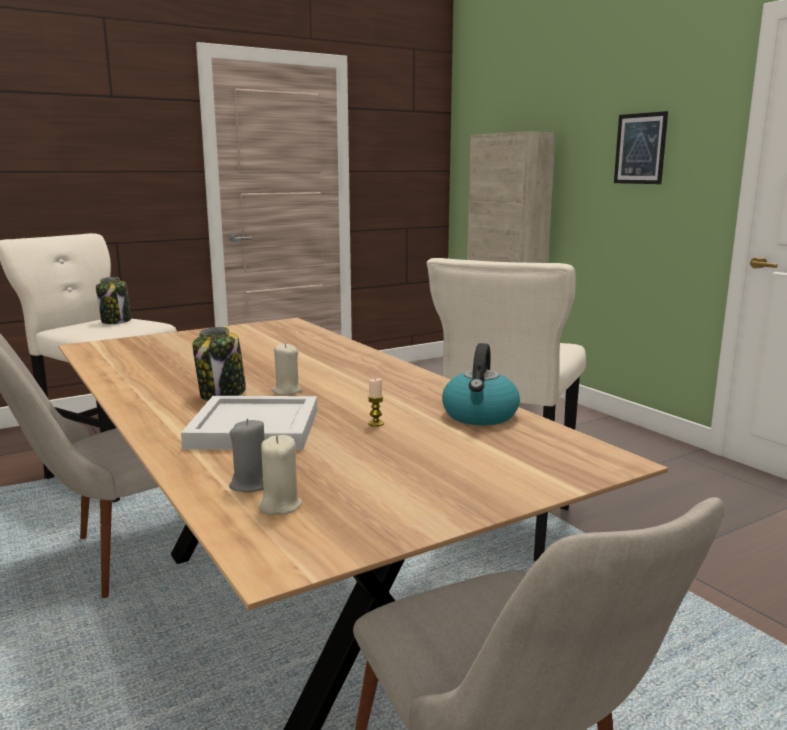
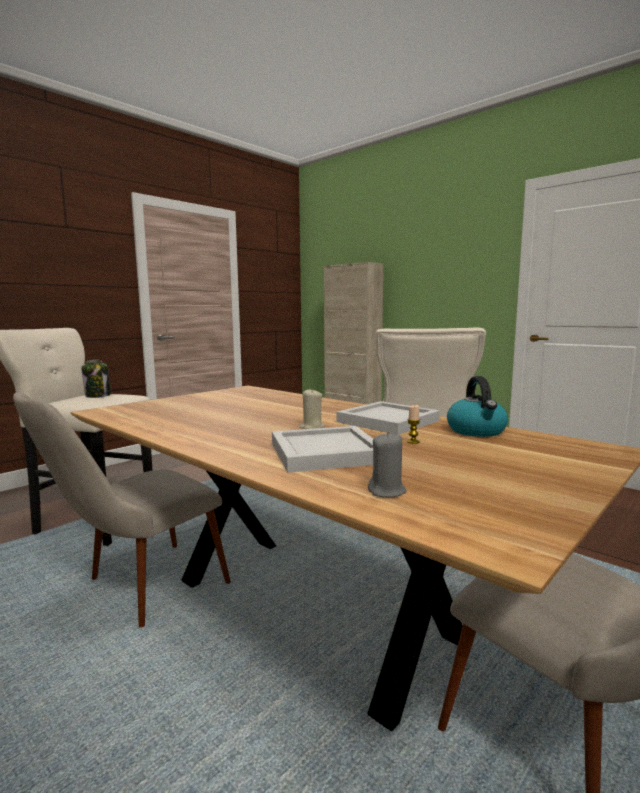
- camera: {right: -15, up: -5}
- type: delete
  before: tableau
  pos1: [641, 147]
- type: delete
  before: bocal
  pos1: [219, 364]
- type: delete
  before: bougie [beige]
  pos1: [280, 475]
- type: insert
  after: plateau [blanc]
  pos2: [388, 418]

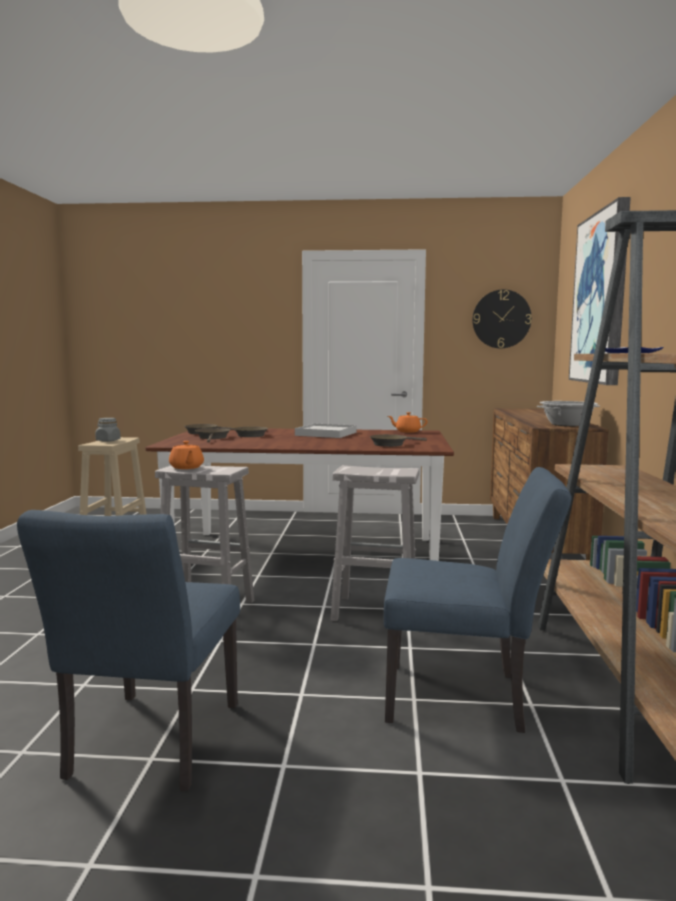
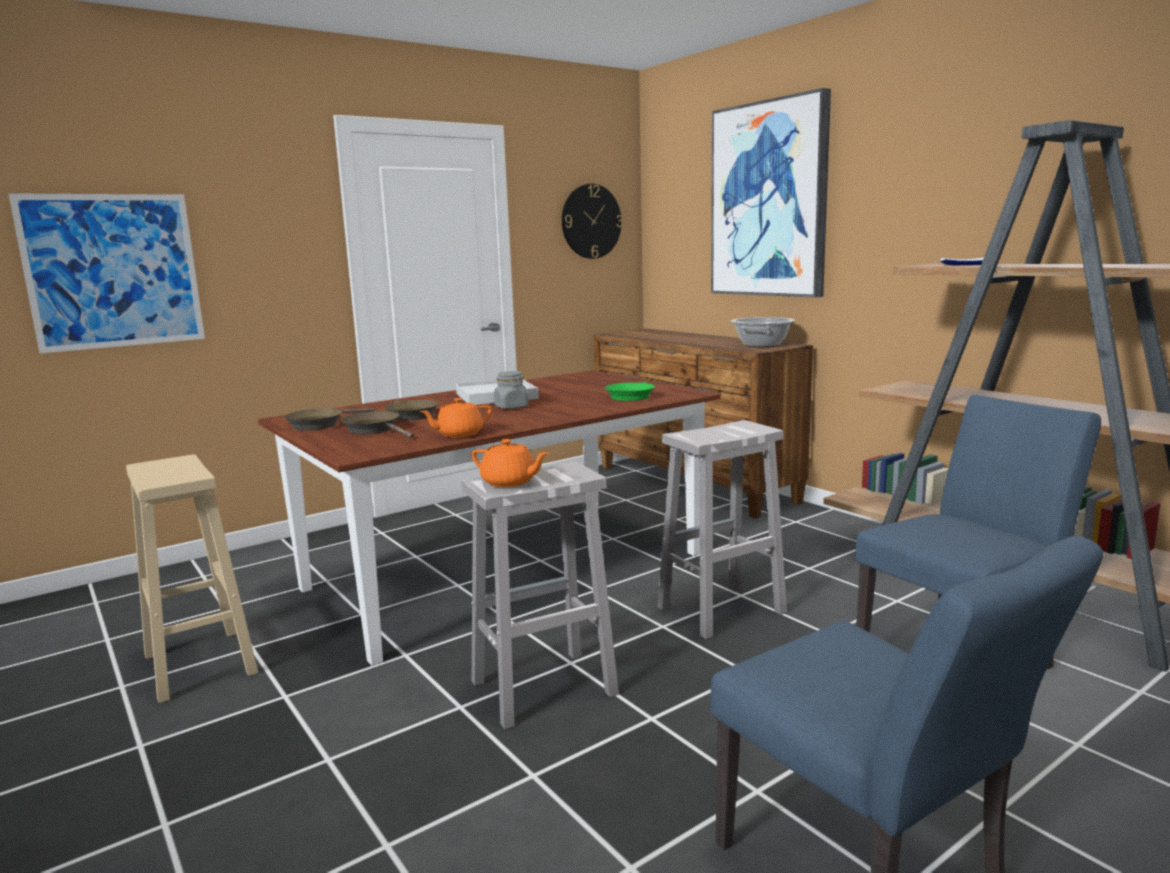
- camera: {right: -40, up: 5}
- type: move
  before: théière [orange]
  pos1: [407, 422]
  pos2: [456, 418]
- type: move
  before: bocal [gris]
  pos1: [108, 430]
  pos2: [511, 390]
- type: recolor
  before: poêle [marron]
  after: poêle [vert]
  pos1: [398, 440]
  pos2: [630, 391]
- type: insert
  after: tableau
  pos2: [107, 273]

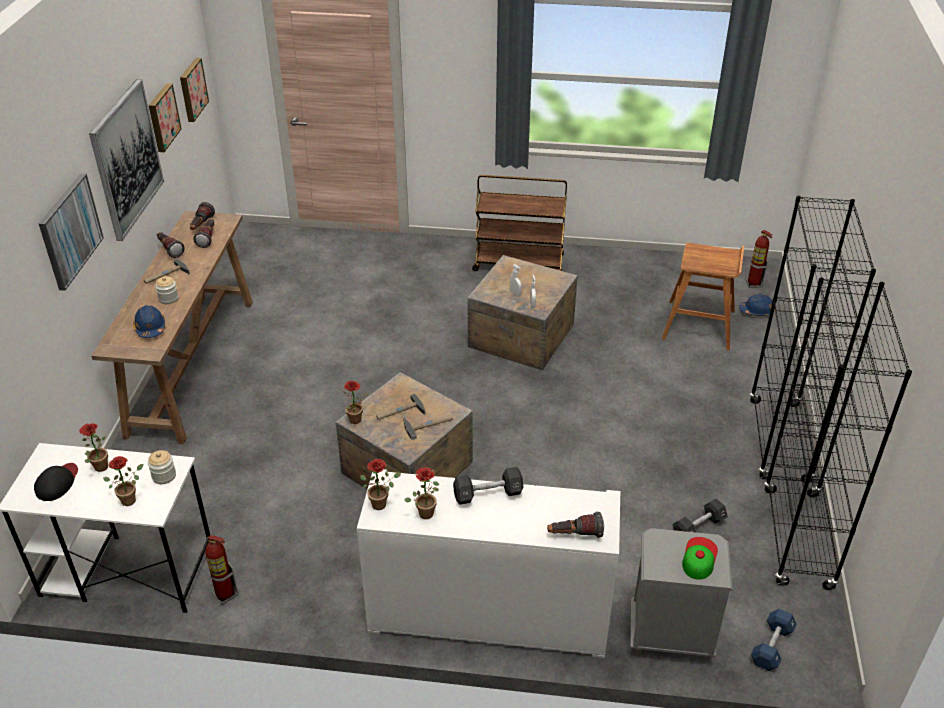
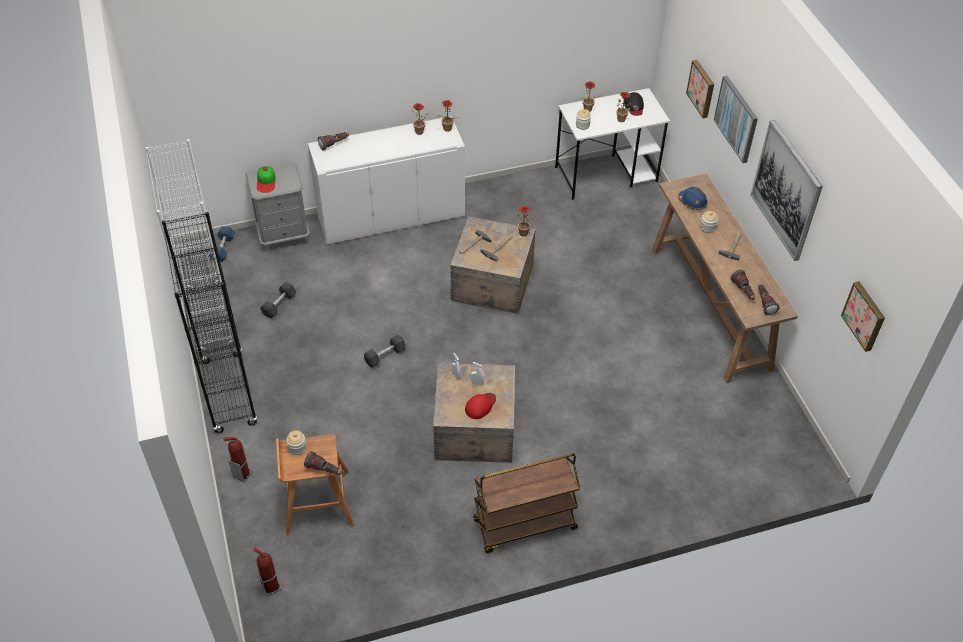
- camera: {right: 155, up: 10}
- type: move
  before: tableau
  pos1: [165, 117]
  pos2: [700, 89]
- type: move
  before: lampe de poche
  pos1: [171, 245]
  pos2: [323, 463]
- type: recolor
  before: bibliothèque [noir]
  after: bibliothèque [blanc]
  pos1: [838, 433]
  pos2: [190, 246]
- type: delete
  before: casque de chantier [bleu]
  pos1: [757, 305]
- type: move
  before: haltère [noir]
  pos1: [488, 486]
  pos2: [385, 351]
- type: move
  before: extincteur
  pos1: [222, 570]
  pos2: [237, 459]
- type: insert
  after: casquette [rouge]
  pos2: [480, 406]
- type: insert
  after: bocal
  pos2: [296, 442]

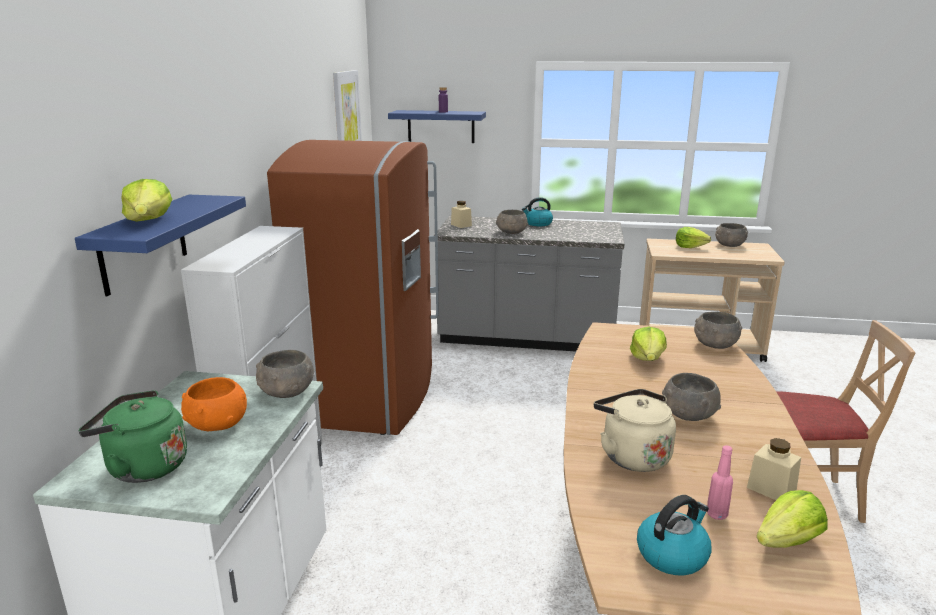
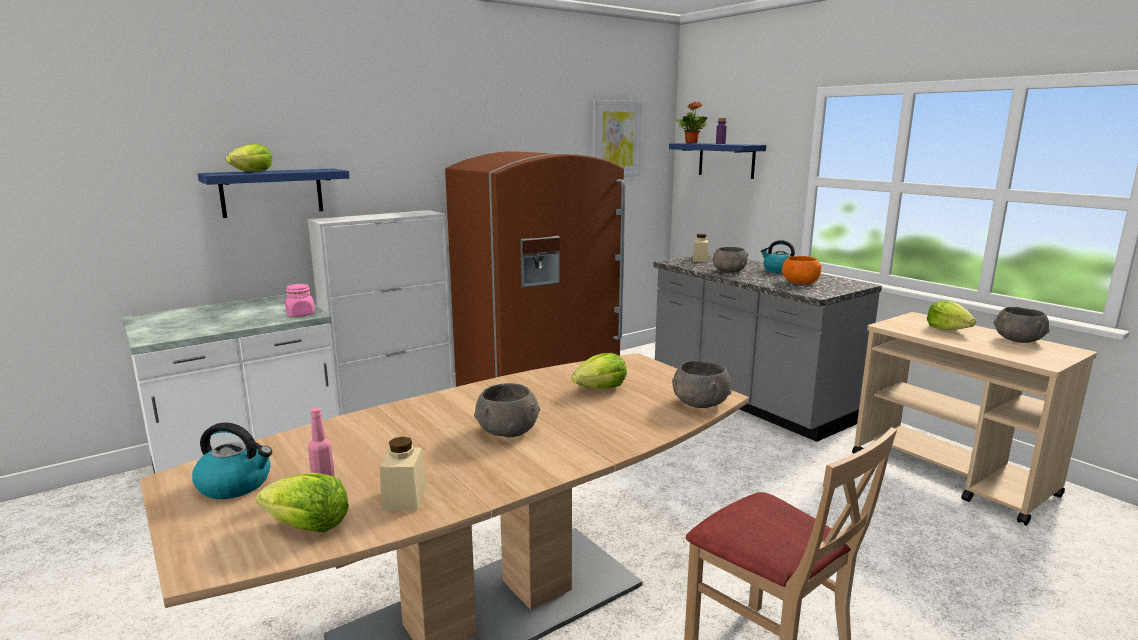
- camera: {right: 45, up: -5}
- type: replace
  before: bol [gris]
  after: bocal [rose]
  pos1: [285, 374]
  pos2: [300, 300]
- type: move
  before: bol [orange]
  pos1: [214, 404]
  pos2: [802, 270]
- type: delete
  before: bouilloire [beige]
  pos1: [635, 430]
- type: delete
  before: bouilloire [vert]
  pos1: [133, 436]
- type: insert
  after: plante en pot
  pos2: [691, 122]

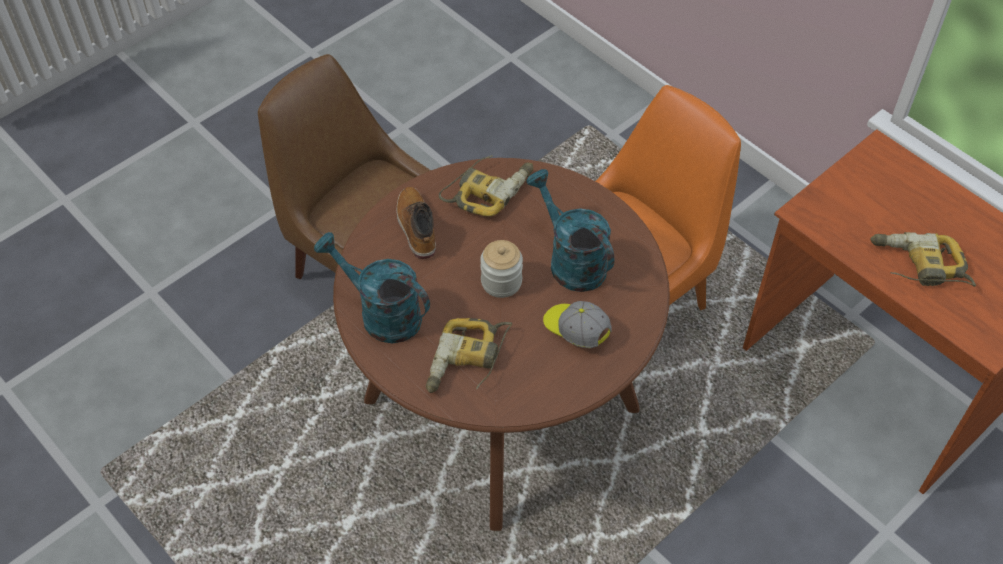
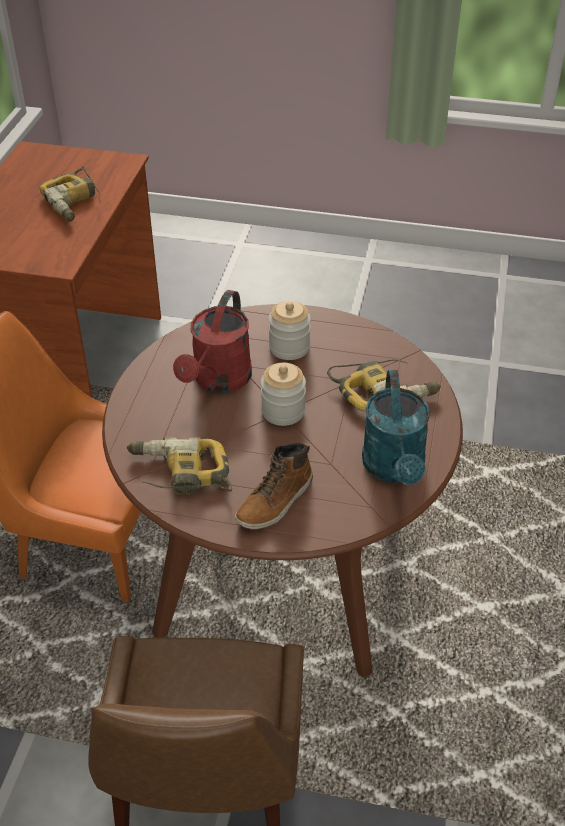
- camera: {right: -125, up: -10}
- type: recolor
  before: arrosoir [turquoise]
  after: arrosoir [rouge]
  pos1: [570, 230]
  pos2: [212, 341]
- type: replace
  before: casquette
  after: bocal
  pos1: [577, 324]
  pos2: [289, 330]

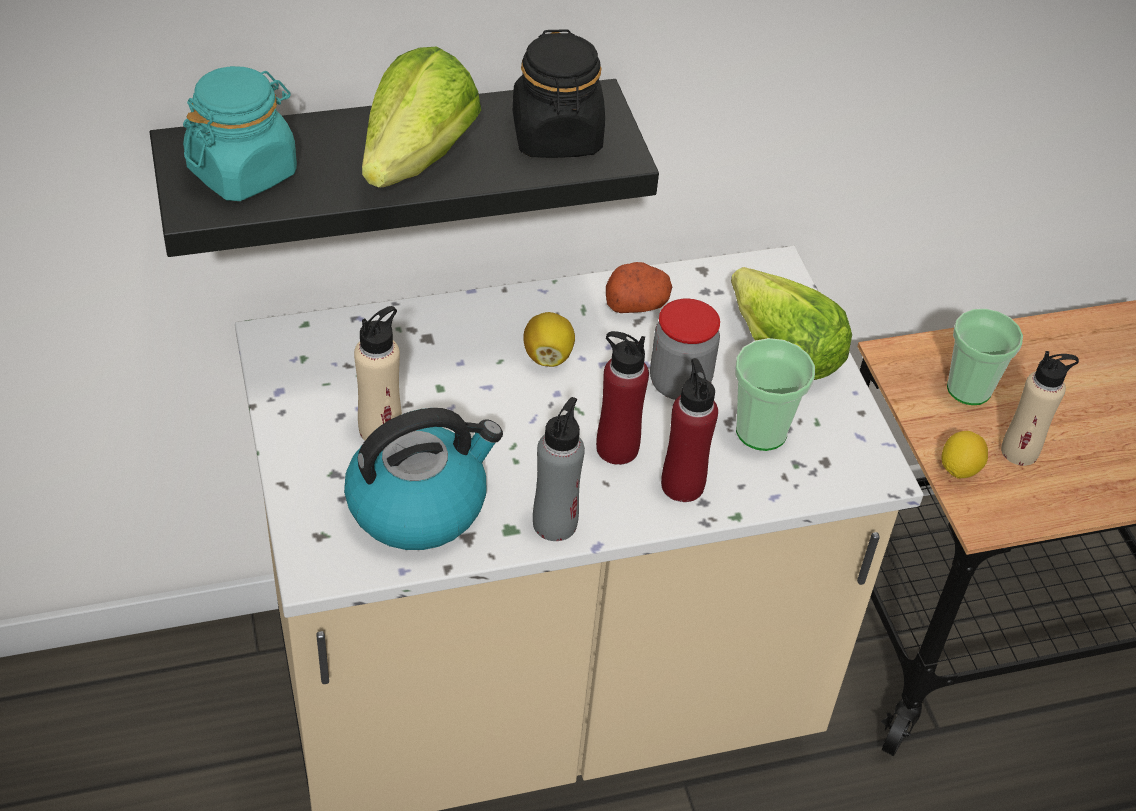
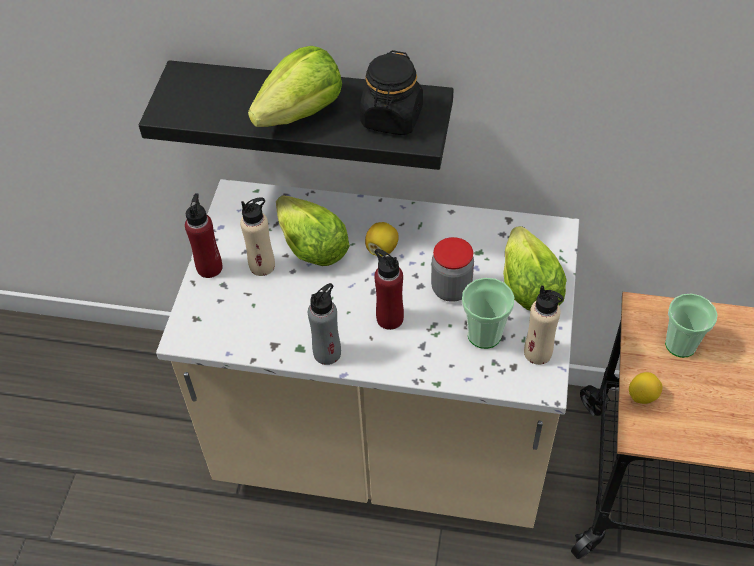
- camera: {right: 30, up: 5}
- type: delete
  before: bocal [turquoise]
  pos1: [240, 133]
- type: delete
  before: pomme de terre
  pos1: [639, 287]
- type: move
  before: bouteille [beige]
  pos1: [1040, 408]
  pos2: [544, 325]
- type: move
  before: bouteille [rouge]
  pos1: [689, 430]
  pos2: [203, 235]
- type: delete
  before: bouilloire
  pos1: [423, 479]
- type: insert
  after: laitue
  pos2: [313, 230]

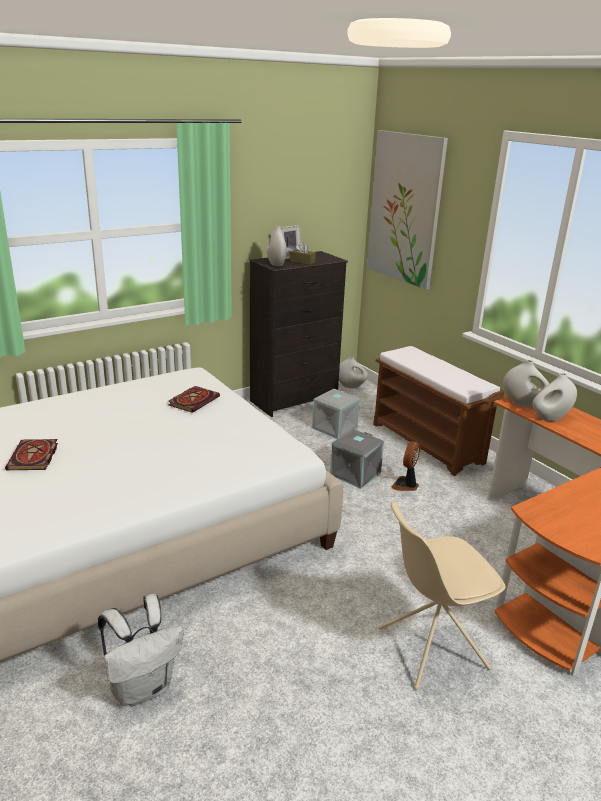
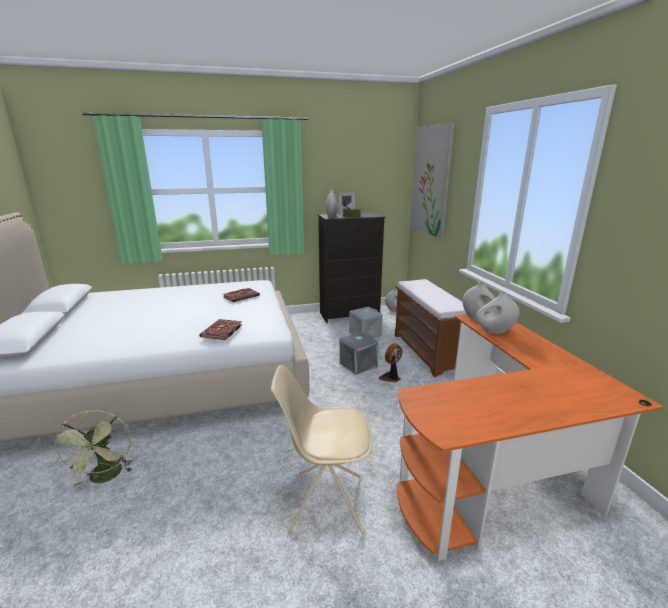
- camera: {right: 20, up: -5}
- type: move
  before: livre
  pos1: [31, 454]
  pos2: [220, 329]
- type: replace
  before: sac à dos [blanc]
  after: ventilateur [vert]
  pos1: [140, 650]
  pos2: [92, 448]

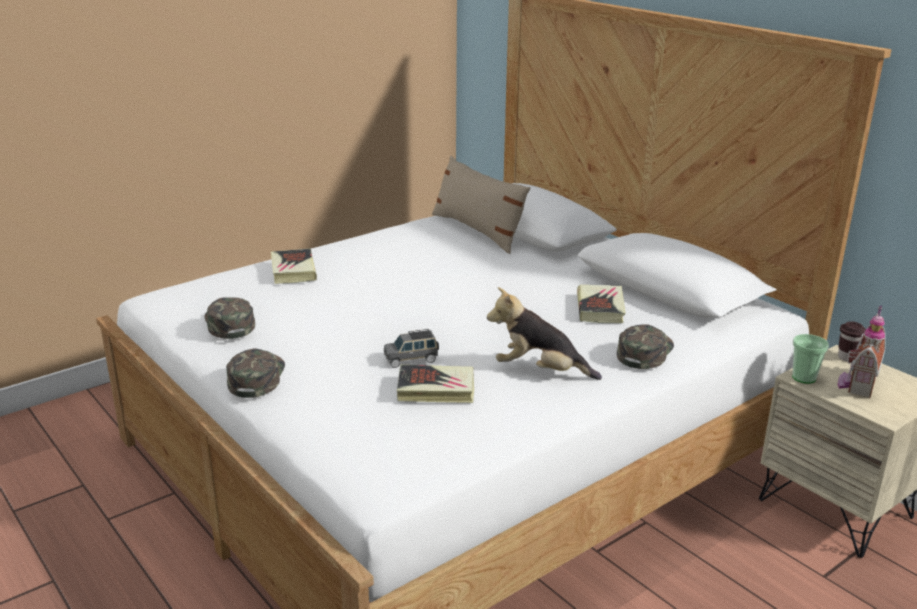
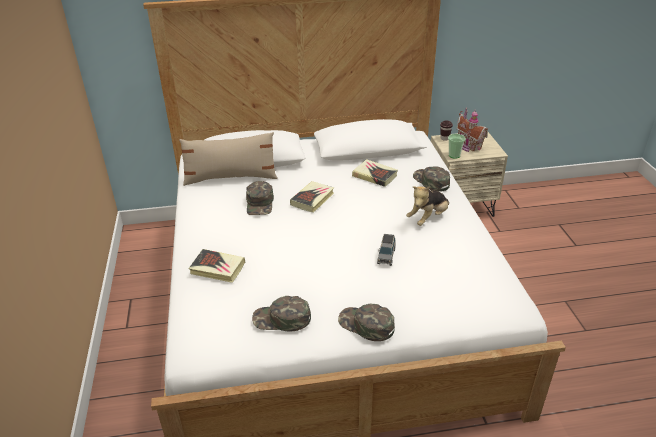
- camera: {right: -60, up: 10}
- type: move
  before: livre
  pos1: [435, 384]
  pos2: [312, 197]
- type: insert
  after: casquette [vert]
  pos2: [260, 198]

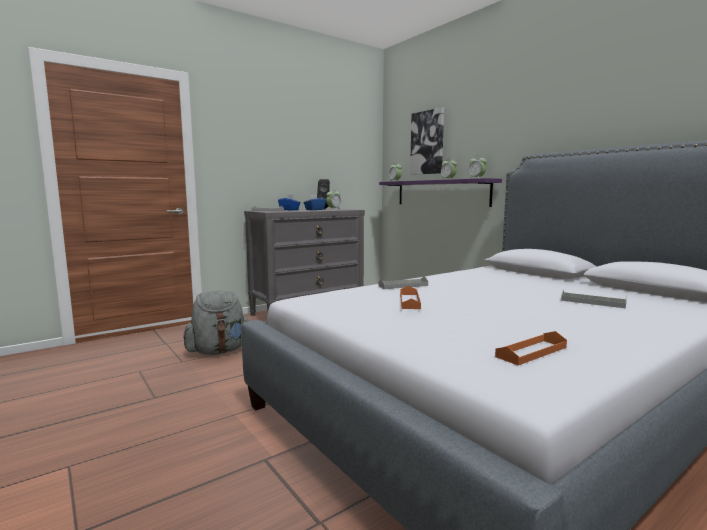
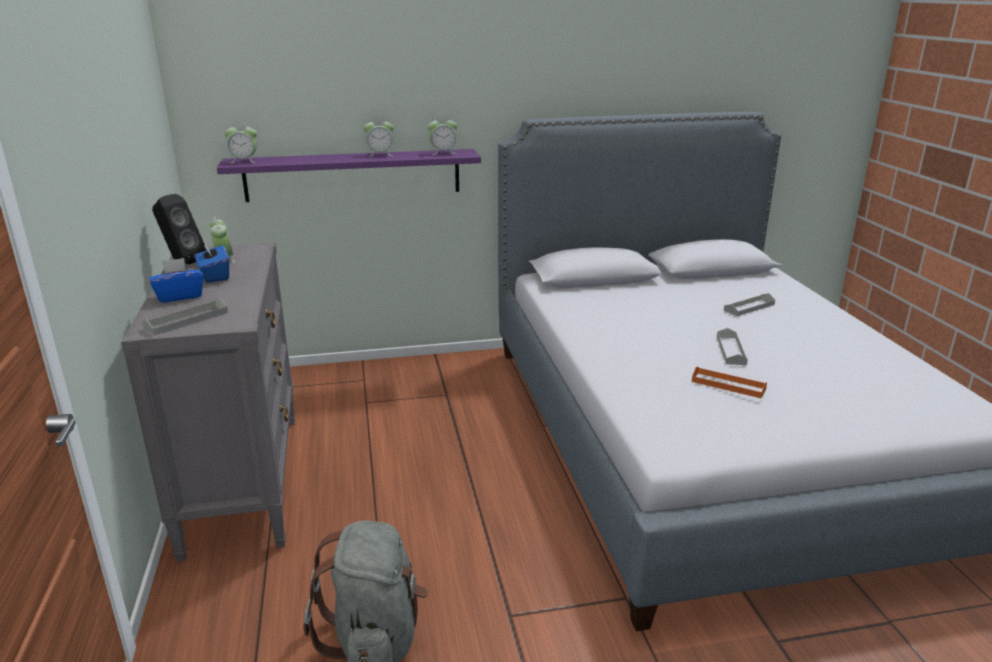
- camera: {right: -65, up: 15}
- type: delete
  before: tableau
  pos1: [427, 141]
- type: move
  before: plateau [gris]
  pos1: [403, 282]
  pos2: [732, 346]
- type: delete
  before: plateau [orange]
  pos1: [531, 348]

